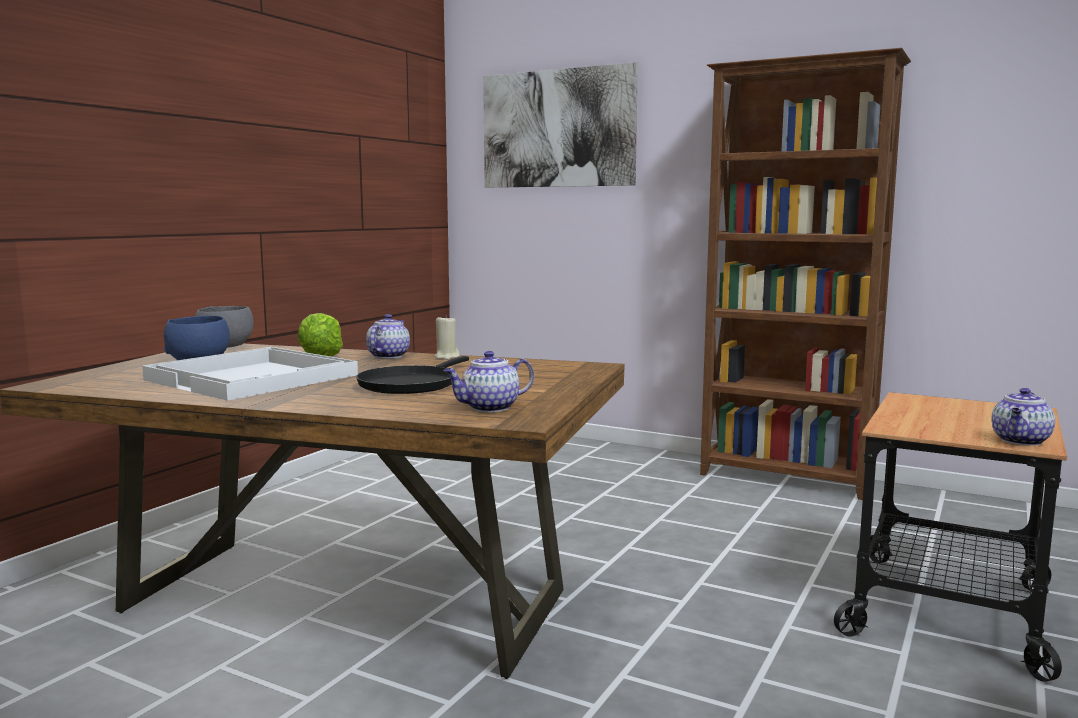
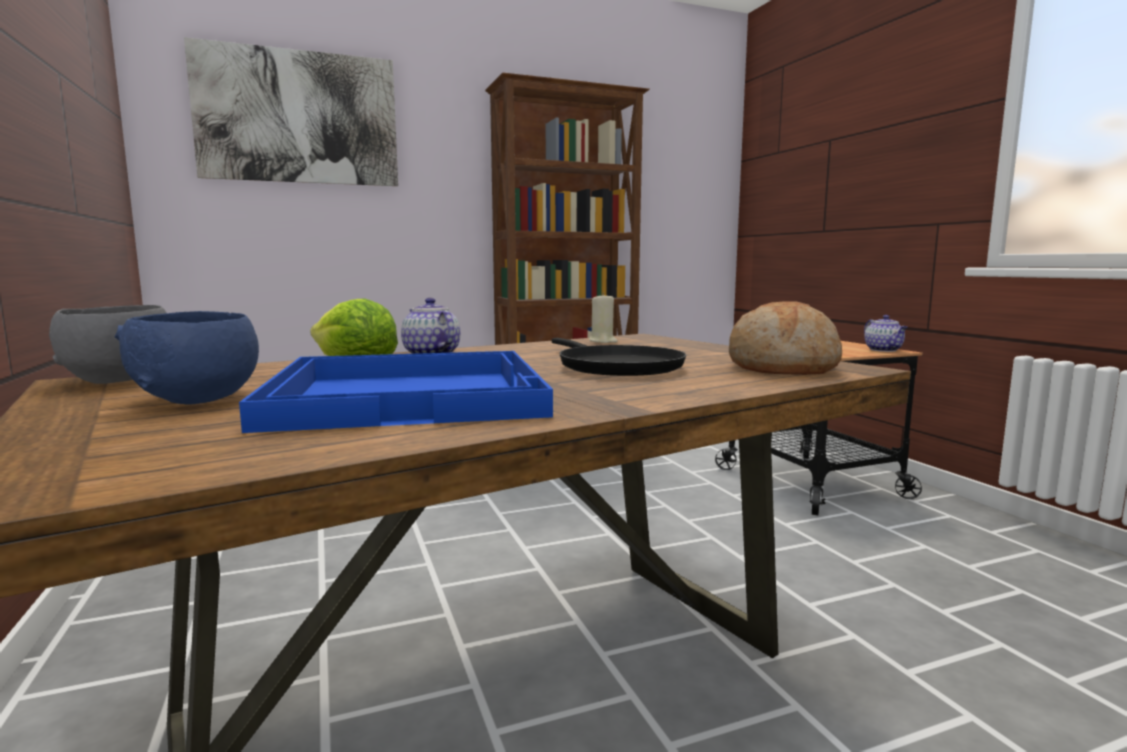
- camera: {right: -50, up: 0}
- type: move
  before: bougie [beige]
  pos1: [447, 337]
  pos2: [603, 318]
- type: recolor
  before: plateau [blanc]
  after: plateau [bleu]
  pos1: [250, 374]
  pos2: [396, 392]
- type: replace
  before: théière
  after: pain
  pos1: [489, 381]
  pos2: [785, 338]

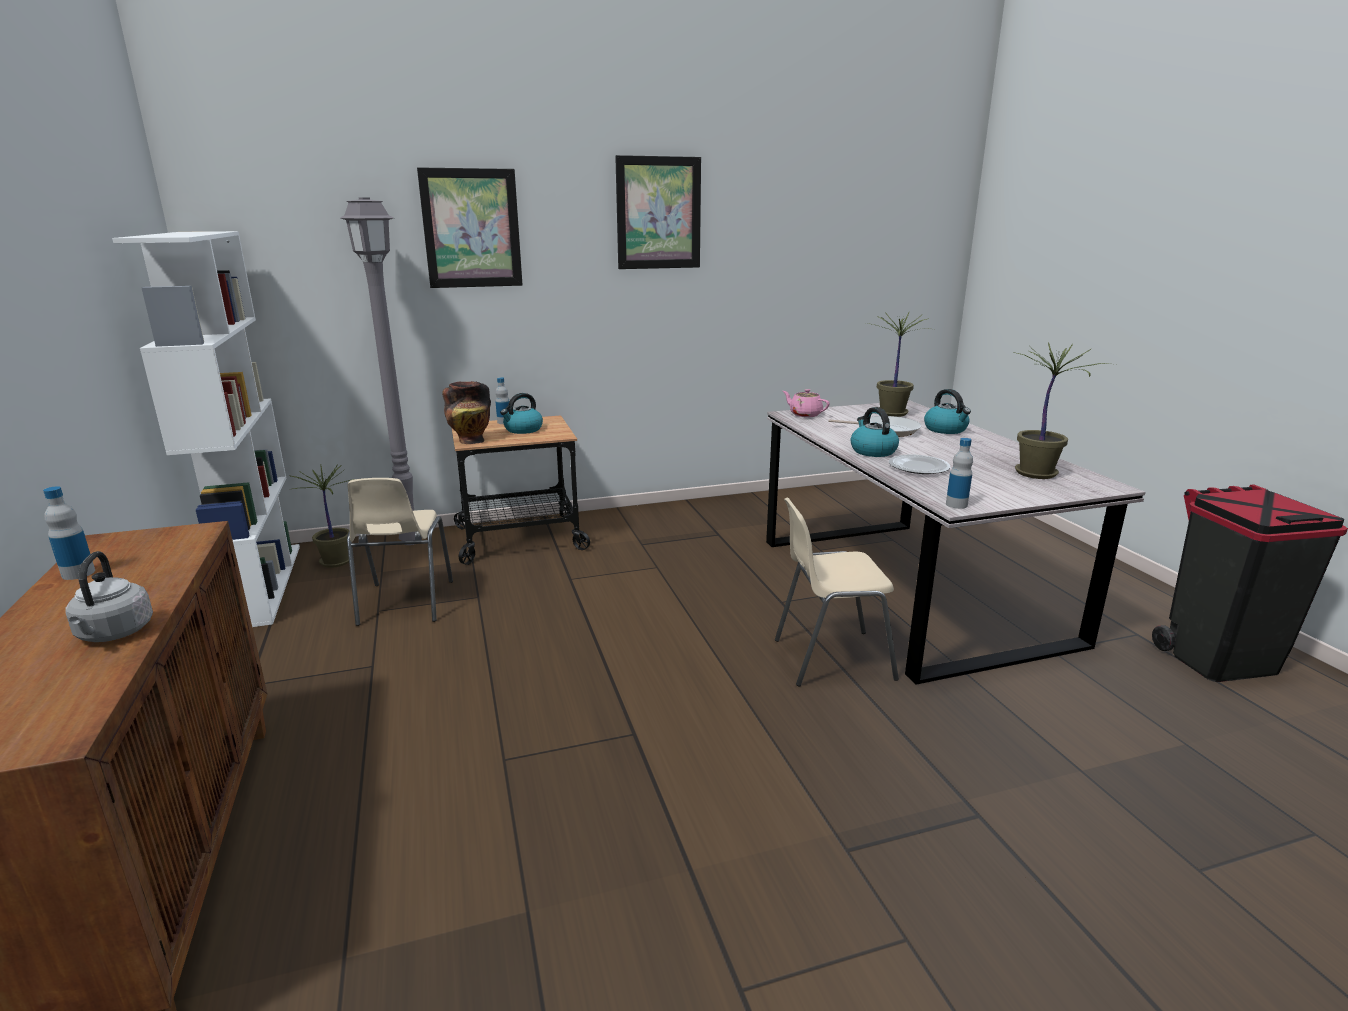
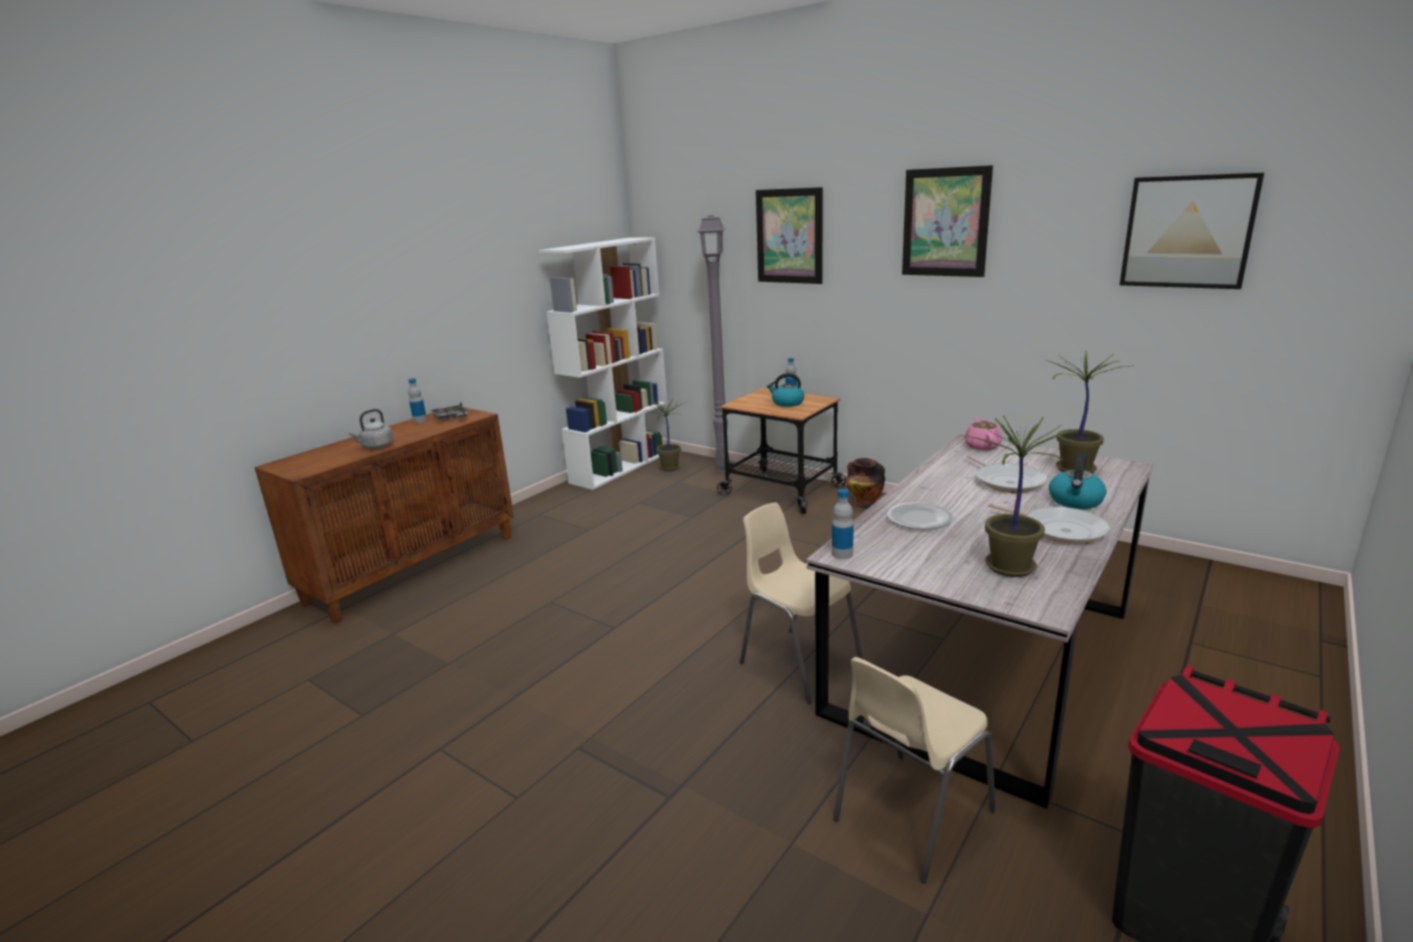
- camera: {right: 55, up: 0}
- type: move
  before: vase
  pos1: [466, 412]
  pos2: [866, 483]
- type: delete
  before: bouilloire
  pos1: [875, 432]
- type: move
  before: chaise [beige]
  pos1: [400, 552]
  pos2: [914, 770]
- type: insert
  after: tableau
  pos2: [1192, 231]
- type: insert
  after: plateau [gris]
  pos2: [449, 411]
- type: insert
  after: poêle
  pos2: [1049, 524]

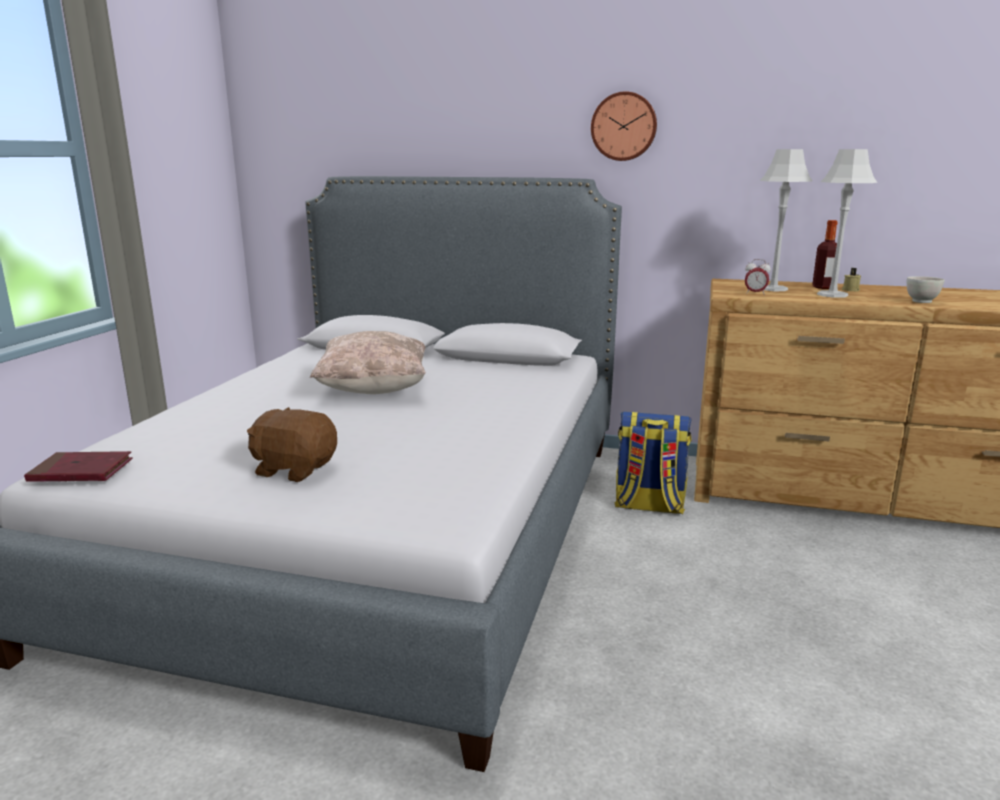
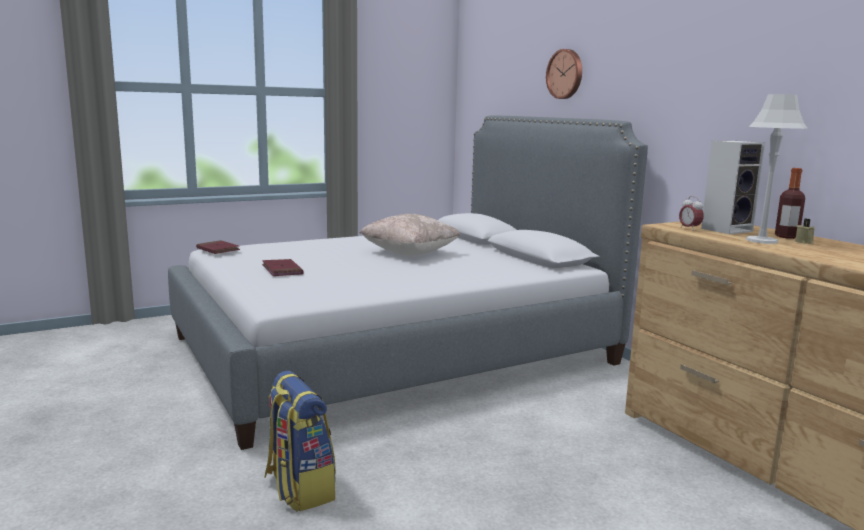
- camera: {right: 45, up: -5}
- type: move
  before: horloge murale
  pos1: [624, 126]
  pos2: [564, 74]
- type: replace
  before: lampe de table [gris]
  after: enceinte
  pos1: [786, 220]
  pos2: [733, 187]
- type: delete
  before: bol [blanc]
  pos1: [926, 289]
- type: replace
  before: peluche [marron]
  after: livre [rouge]
  pos1: [292, 444]
  pos2: [282, 267]
- type: move
  before: sac à dos
  pos1: [653, 463]
  pos2: [300, 441]

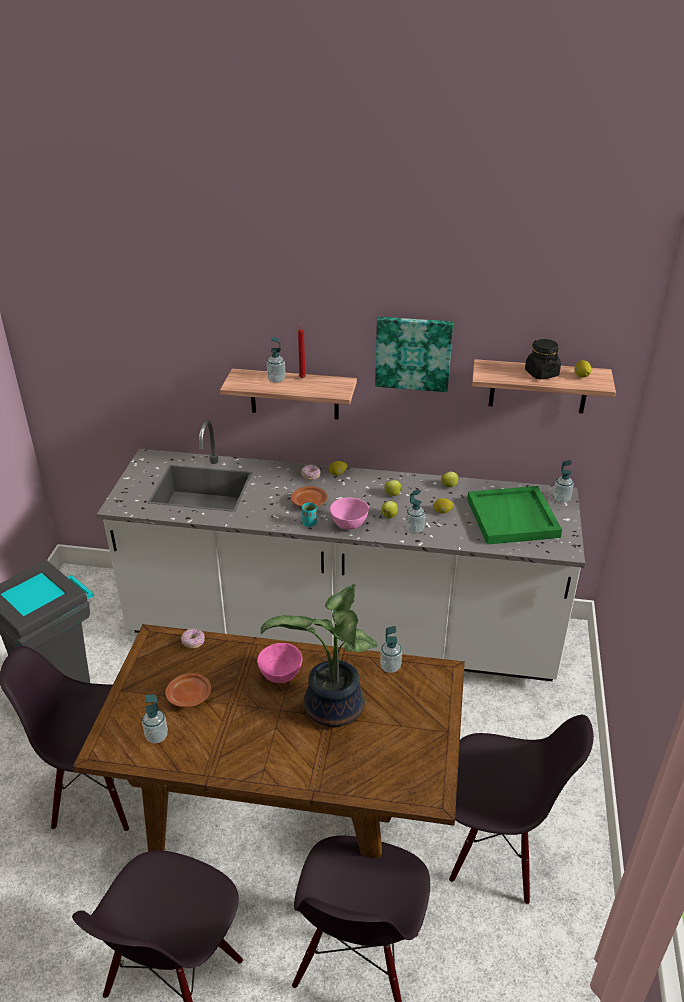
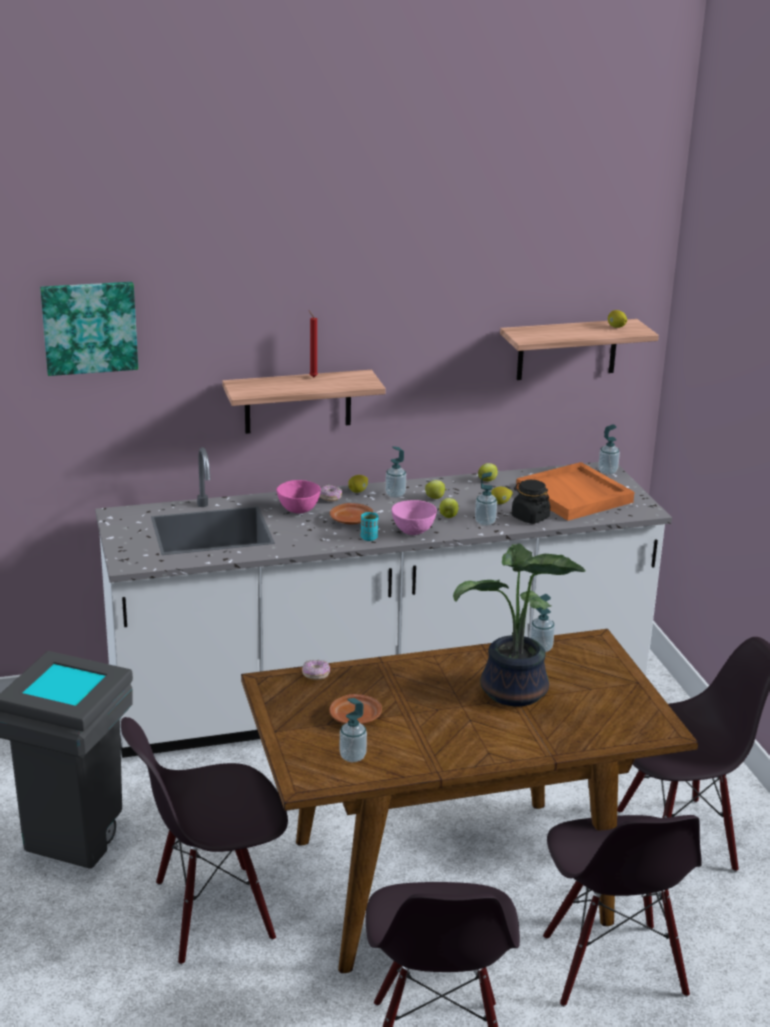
- camera: {right: -25, up: -10}
- type: move
  before: tableau
  pos1: [414, 354]
  pos2: [89, 329]
- type: move
  before: distributeur de savon
  pos1: [276, 360]
  pos2: [395, 472]
- type: move
  before: bocal [noir]
  pos1: [543, 359]
  pos2: [531, 502]
- type: recolor
  before: plateau [vert]
  after: plateau [orange]
  pos1: [514, 515]
  pos2: [575, 491]
- type: move
  before: bol [rose]
  pos1: [279, 663]
  pos2: [299, 497]

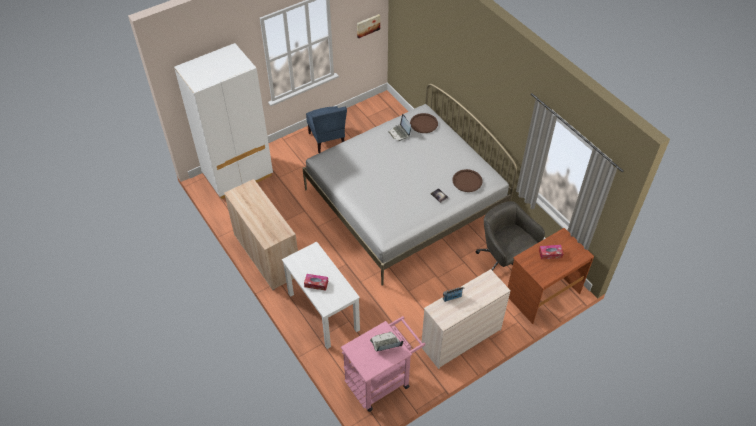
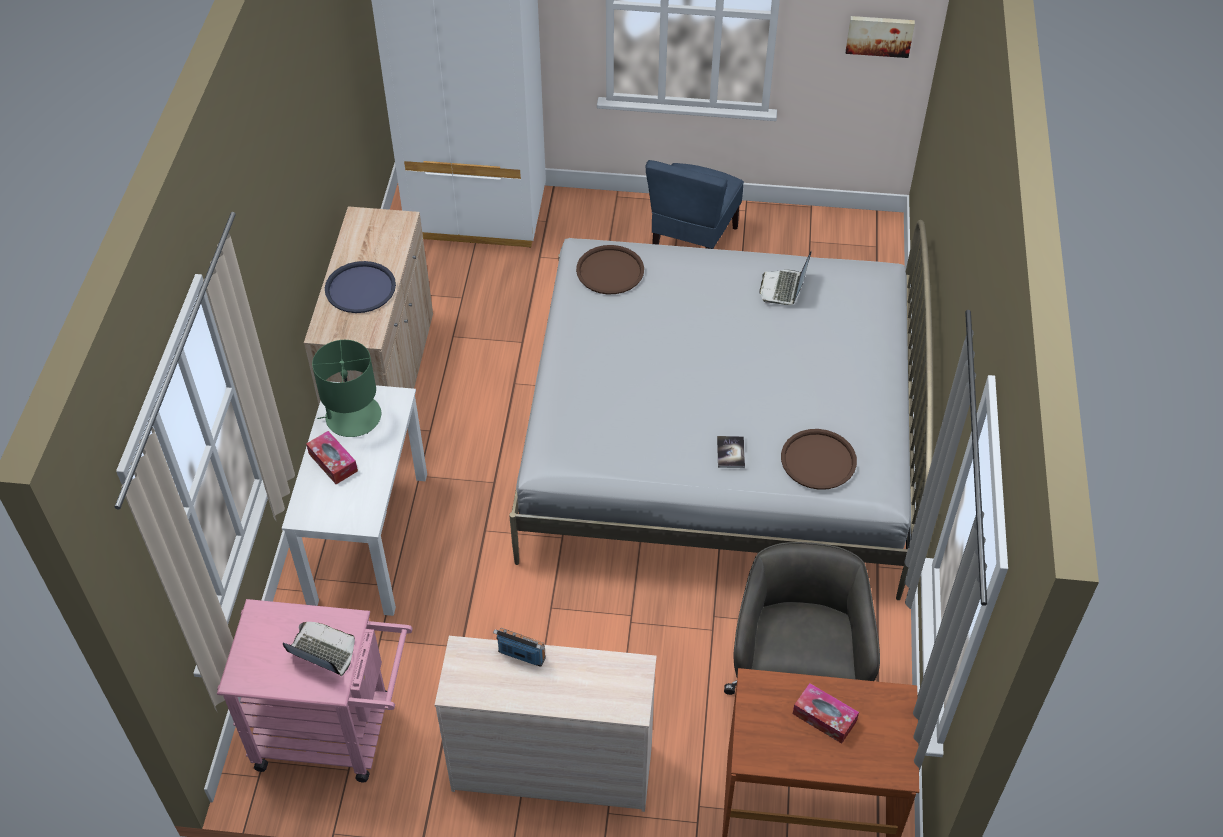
- camera: {right: 40, up: 0}
- type: move
  before: plateau [marron]
  pos1: [424, 123]
  pos2: [610, 269]
- type: insert
  after: plateau [bleu]
  pos2: [360, 287]
- type: insert
  after: lampe de table [vert]
  pos2: [346, 388]

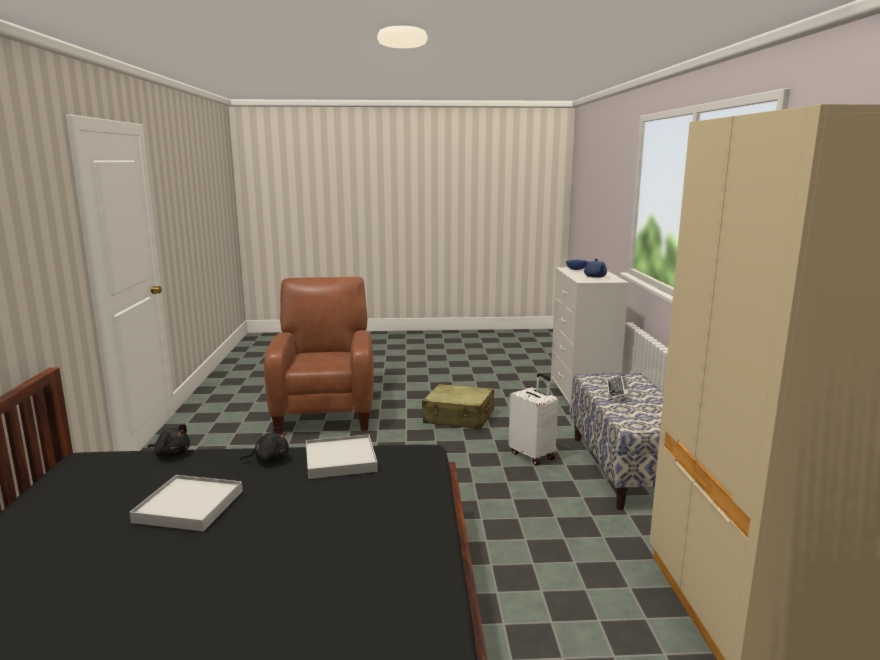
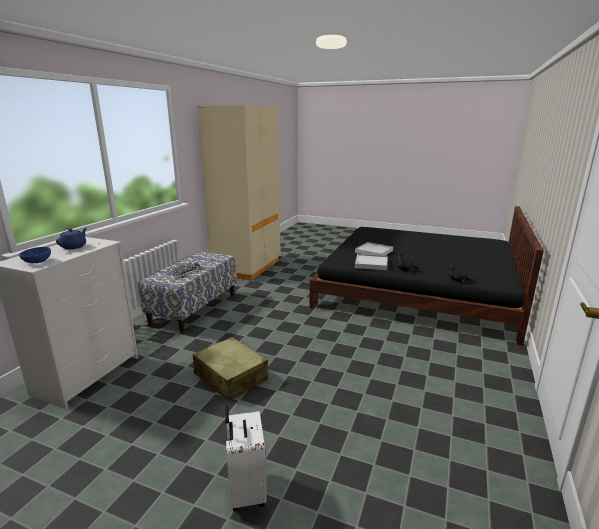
- camera: {right: -155, up: 5}
- type: delete
  before: fauteuil [marron]
  pos1: [319, 355]
- type: move
  before: valise [blanc]
  pos1: [533, 419]
  pos2: [246, 458]
- type: move
  before: plateau [blanc]
  pos1: [186, 503]
  pos2: [374, 248]

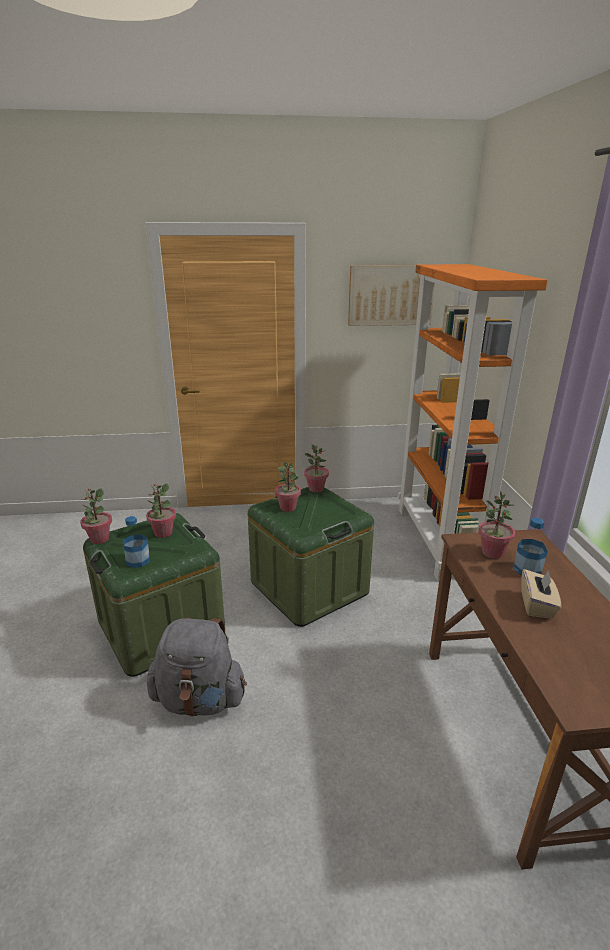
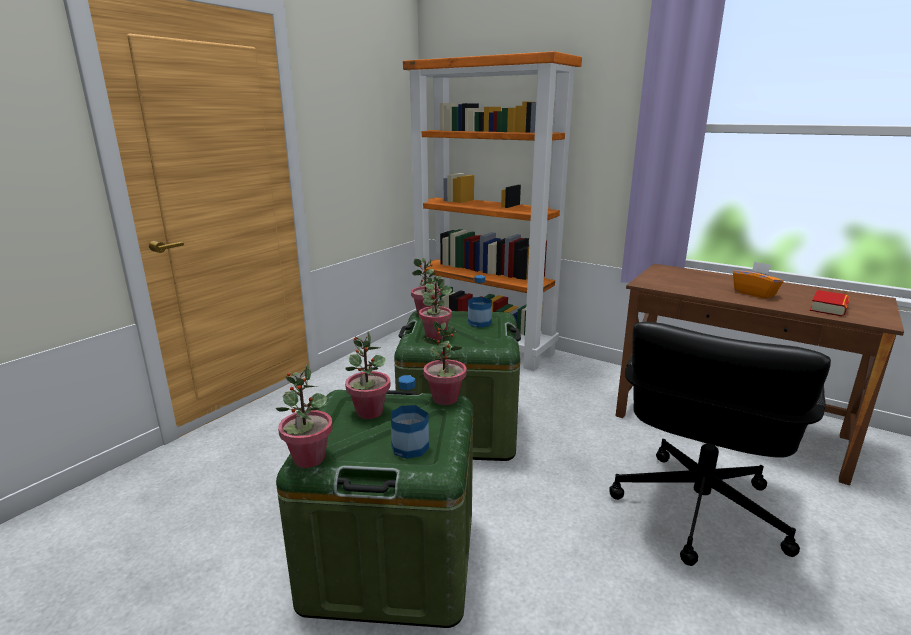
- camera: {right: -50, up: -5}
- type: delete
  before: tableau
  pos1: [391, 295]
- type: move
  before: plante en pot
  pos1: [496, 525]
  pos2: [445, 363]
- type: move
  before: bouteille
  pos1: [531, 546]
  pos2: [480, 301]
- type: recolor
  before: boîte à mouchoirs [beige]
  after: boîte à mouchoirs [orange]
  pos1: [541, 594]
  pos2: [758, 280]
- type: delete
  before: sac à dos [gris]
  pos1: [197, 667]
- type: insert
  after: livre
  pos2: [830, 303]
- type: insert
  after: chaise de bureau [noir]
  pos2: [720, 444]

